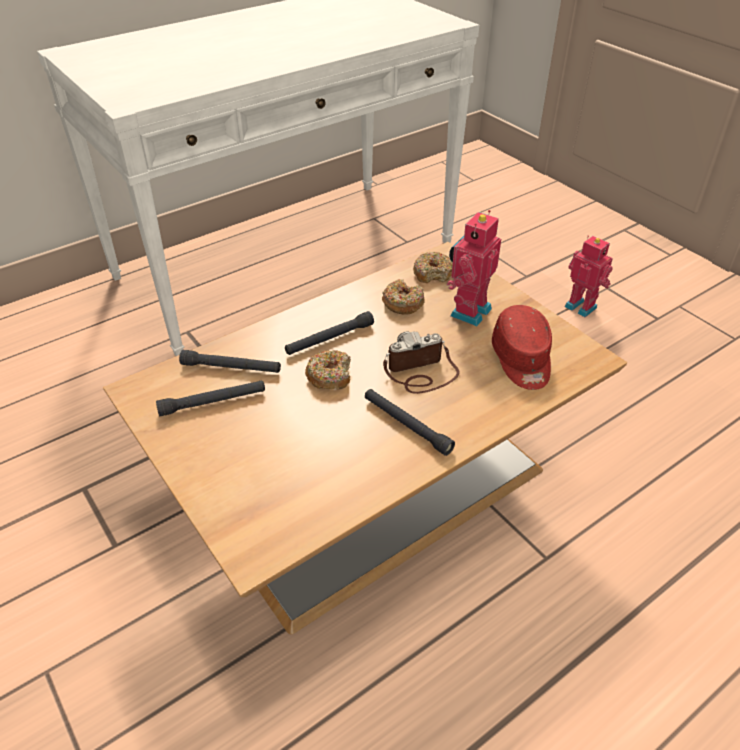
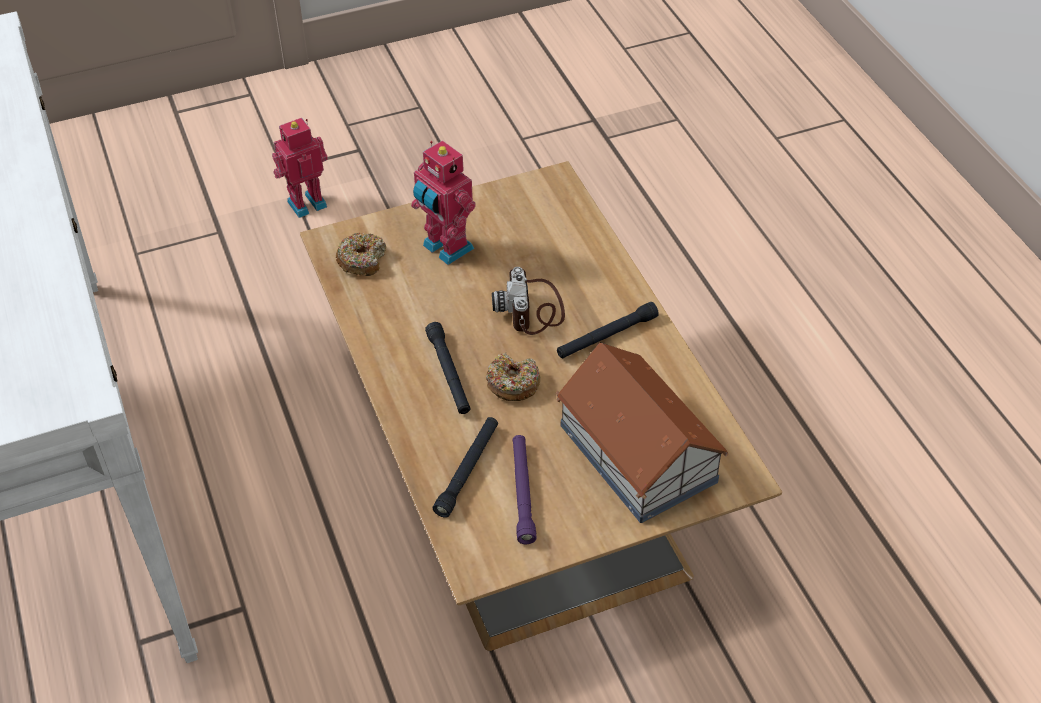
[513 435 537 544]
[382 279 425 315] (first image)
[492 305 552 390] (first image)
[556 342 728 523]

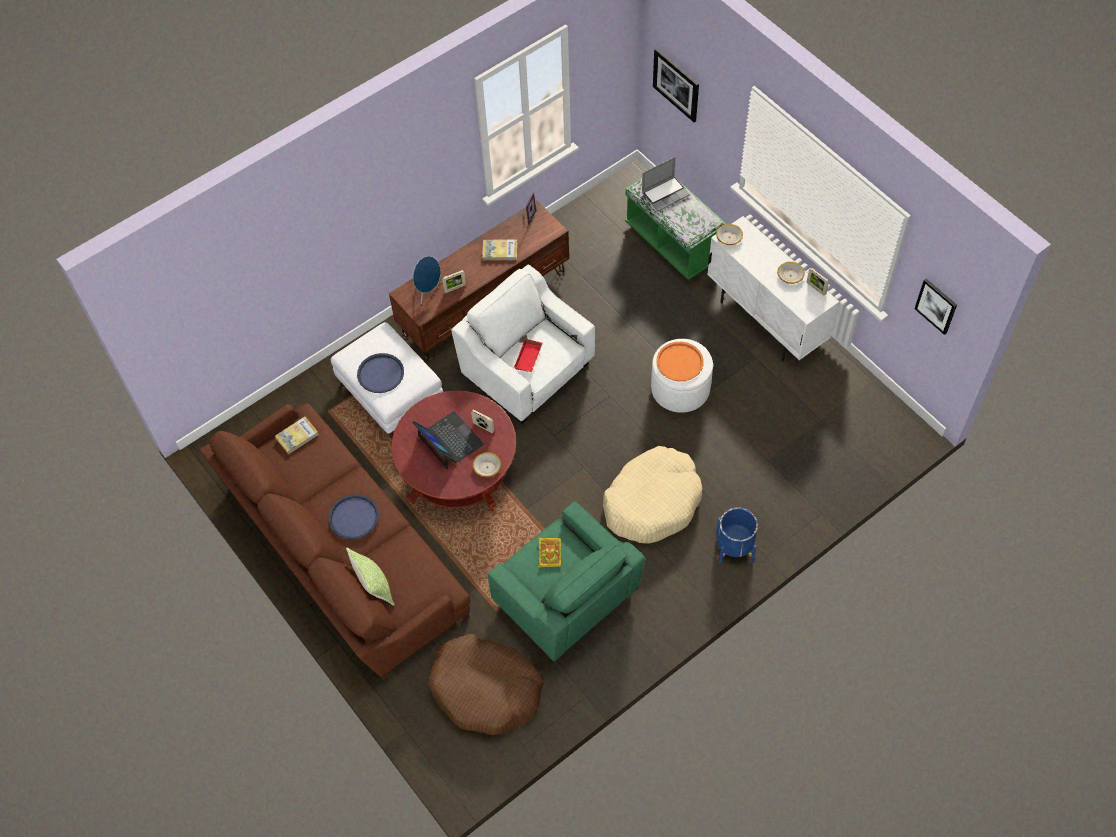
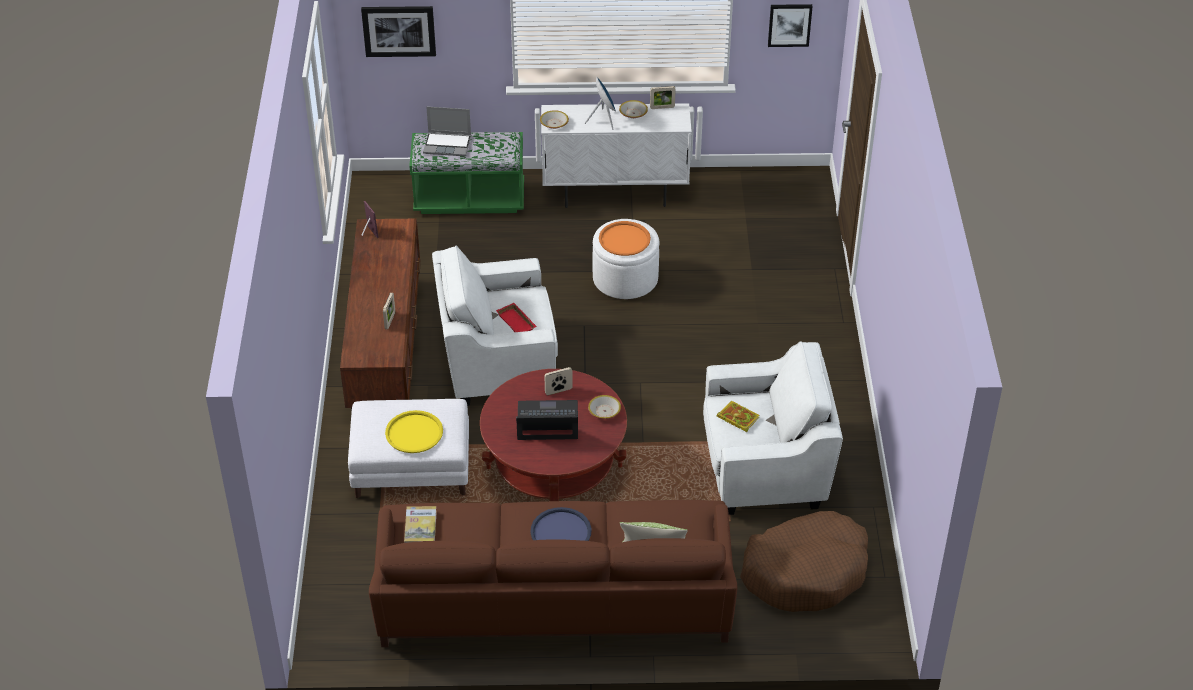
[385 410 443 453]
[585 77 616 130]
[482 239 517 260] (first image)
[703 341 843 515]
[603 446 702 544] (first image)
[423 106 471 156]
[716 507 758 564] (first image)

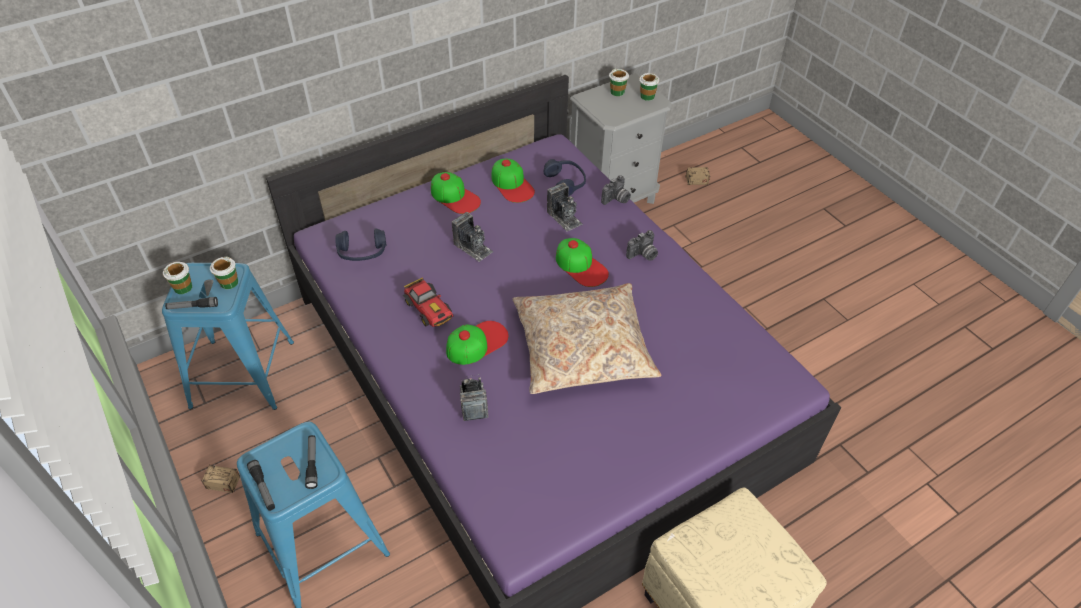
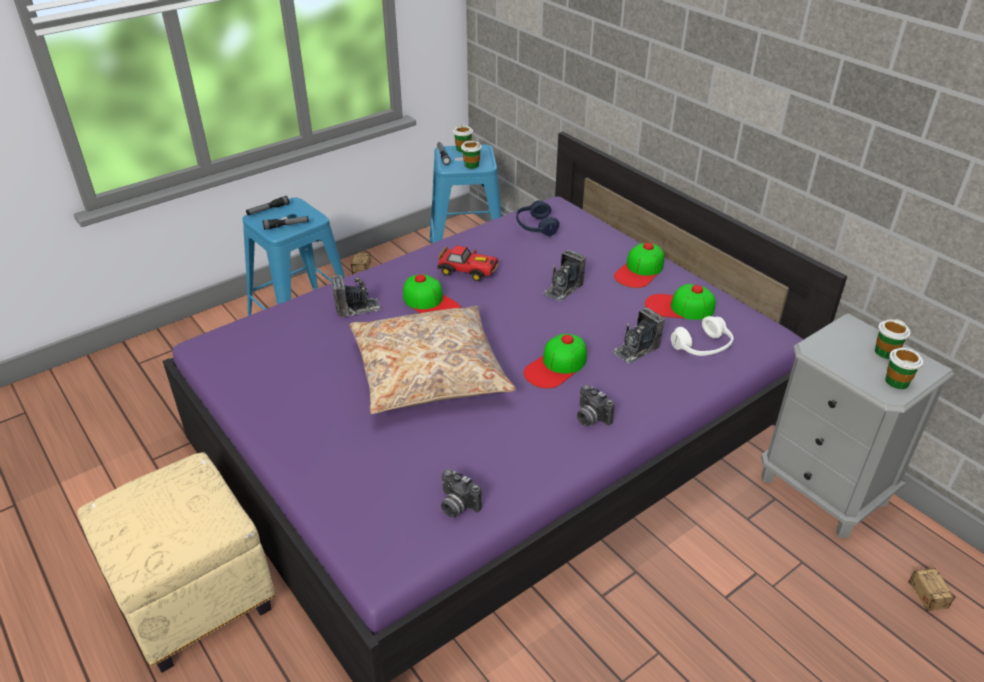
[437 245 498 281]
[645 284 716 320]
[671 316 734 356]
[441 469 482 517]

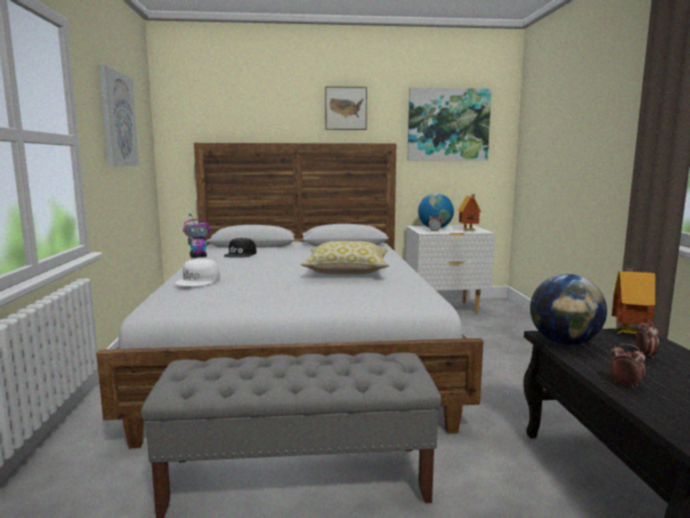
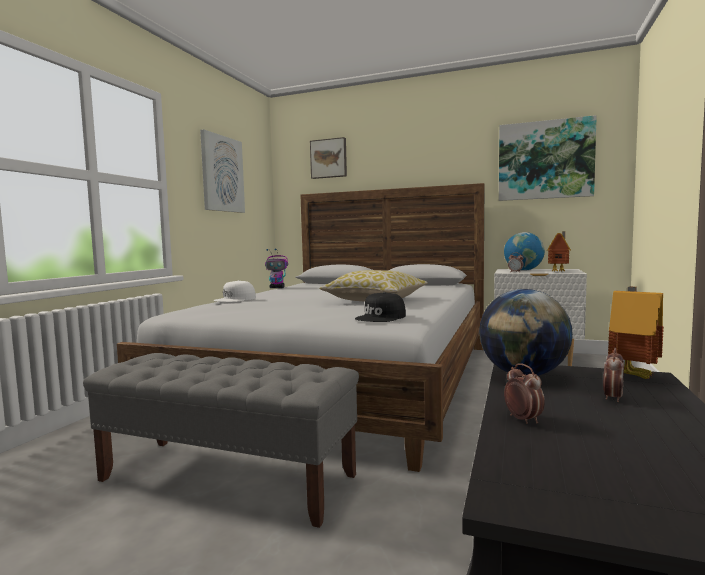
[355 292 406 322]
[310 137 347 179]

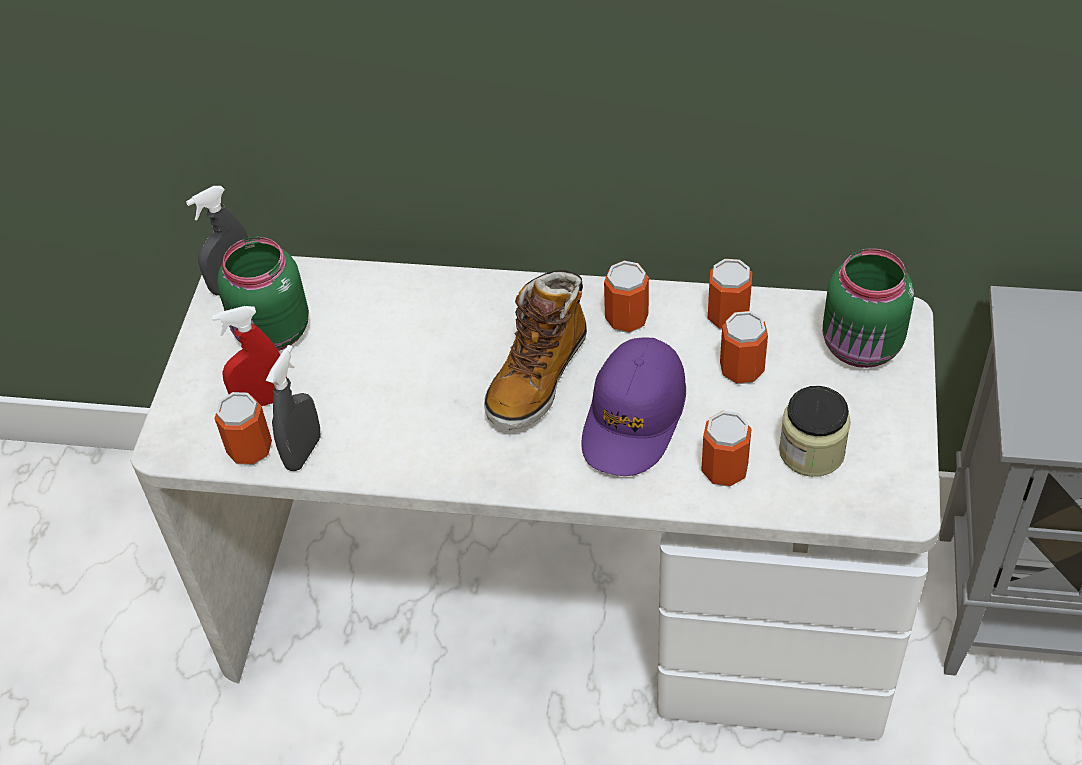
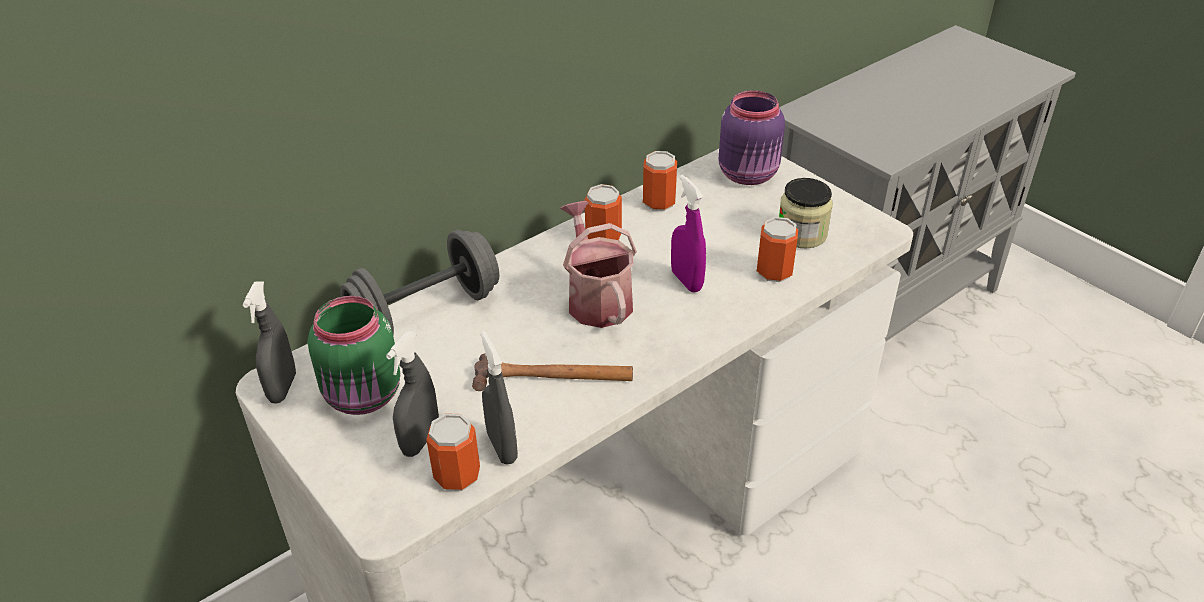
[386 331 439 457]
[560 201 637 328]
[671 174 706 292]
[720 311 768 384] (first image)
[719 90 785 185]
[340 230 499 335]
[472 353 633 391]

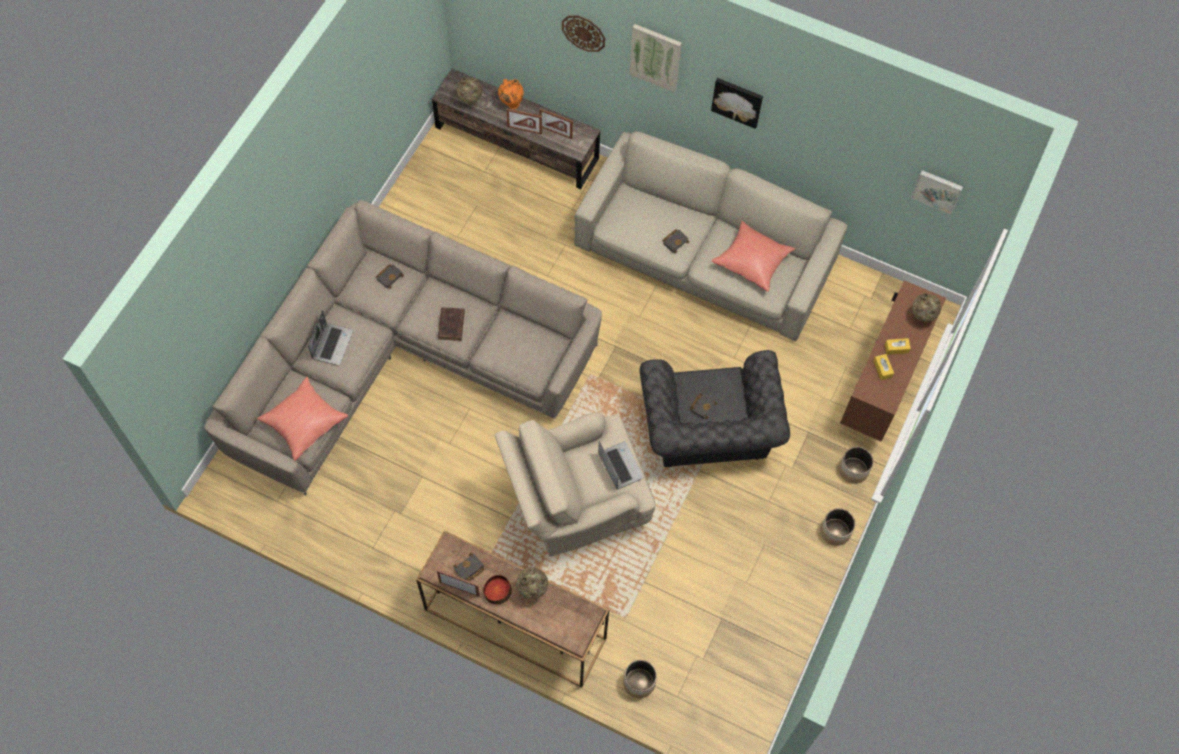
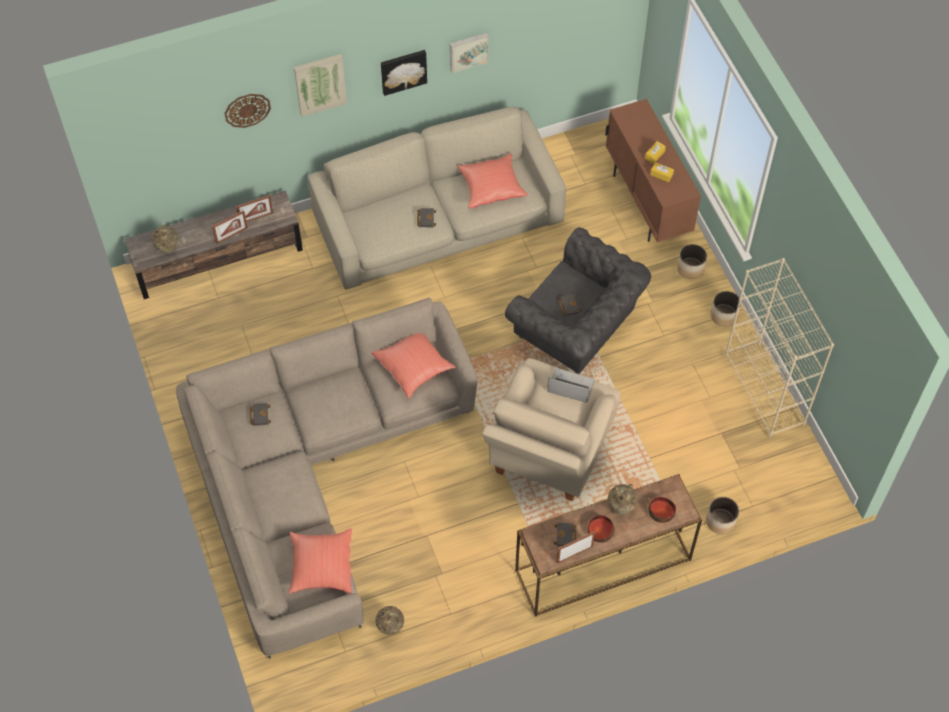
[308 310 353 366] (first image)
[438 307 465 341] (first image)
[498 79 524 109] (first image)
[450 33 489 73]
[375 606 404 635]
[372 333 456 398]
[648 497 676 523]
[725 258 834 438]

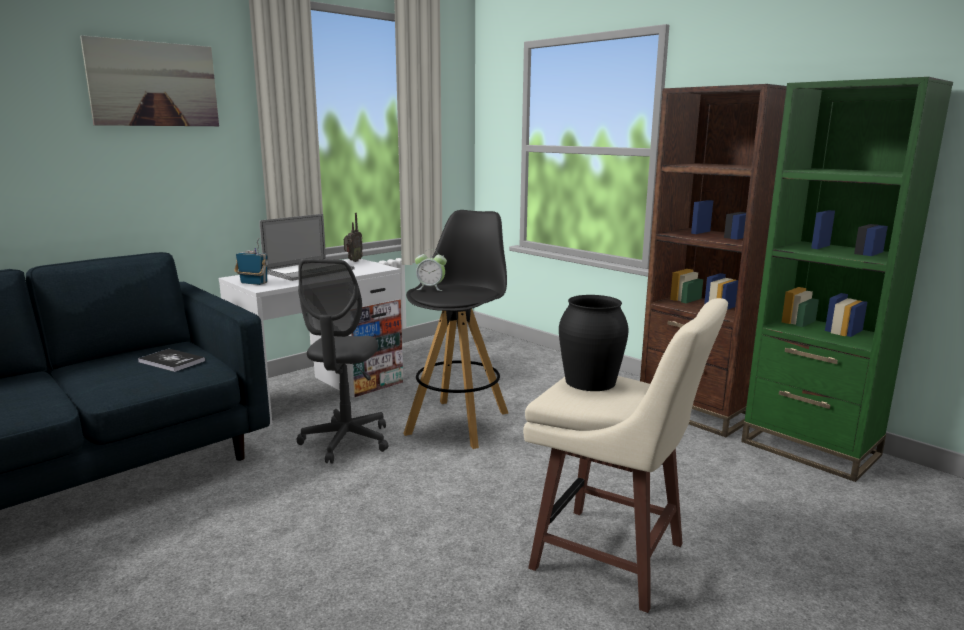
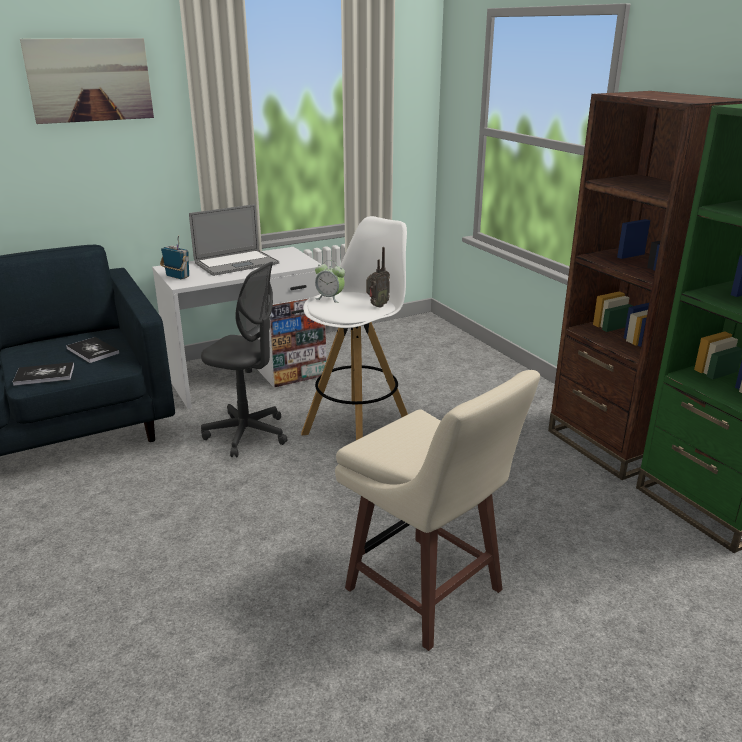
[201 262 287 457]
[366 247 390 308]
[301 216 408 440]
[559 295 629 391] (first image)
[13 362 74 386]

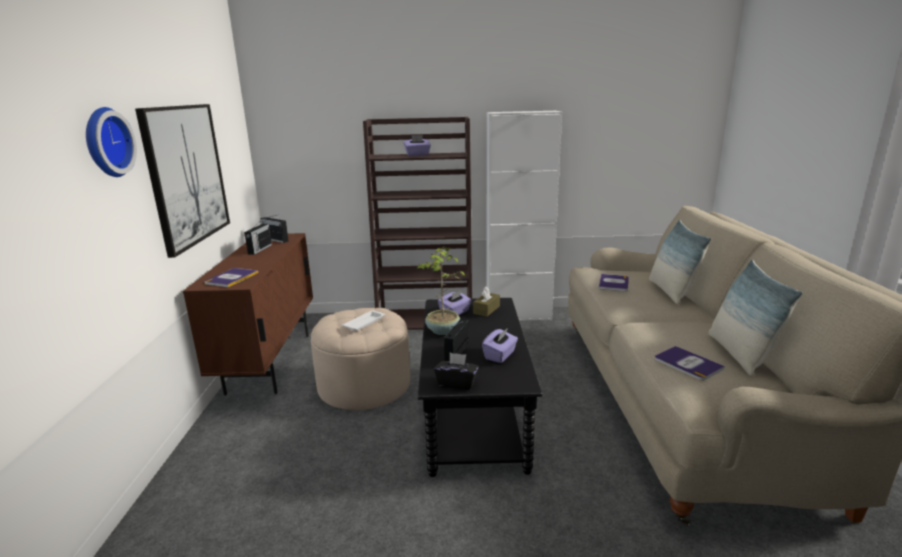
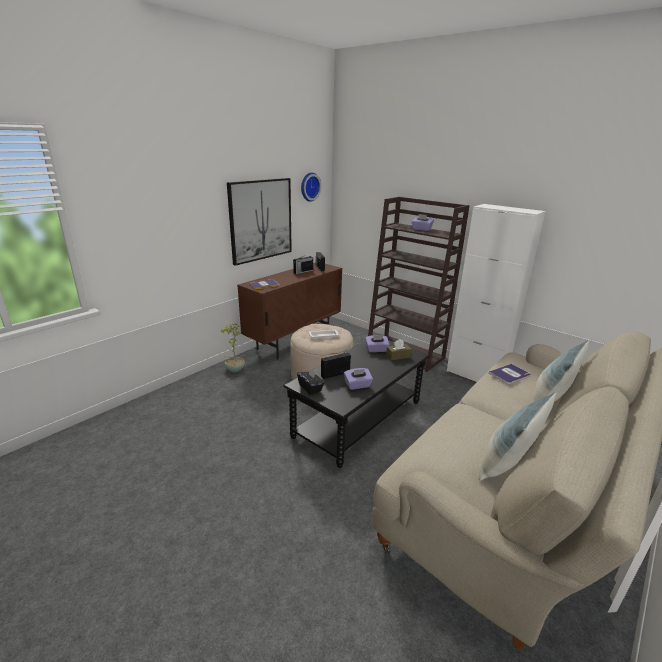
[301 172 321 202]
[220 323 245 372]
[655 346 725 381] (first image)

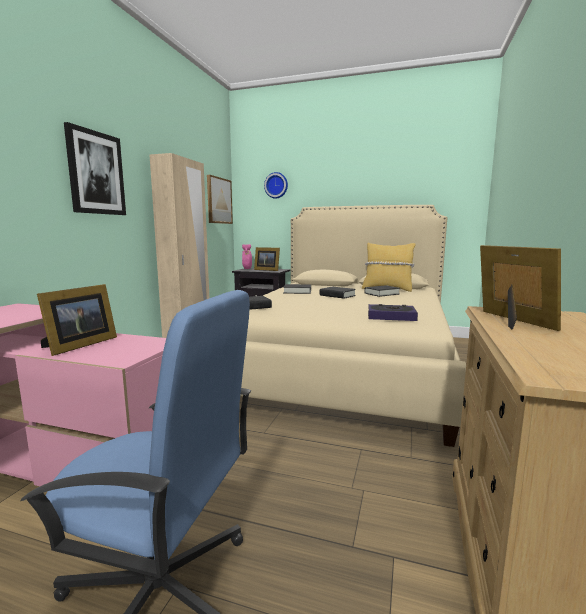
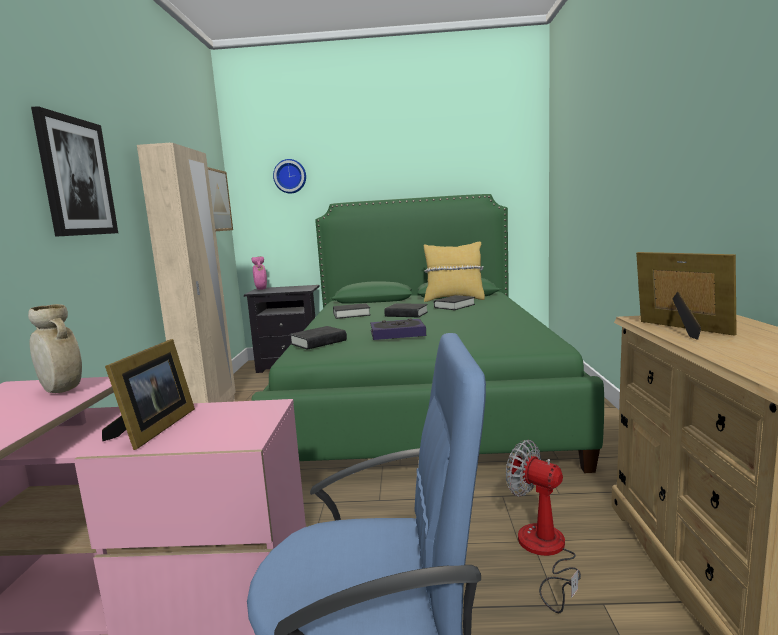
[252 194 604 473]
[254 247 280 271] (first image)
[370 318 426 340]
[28 304 82 393]
[506 440 581 613]

